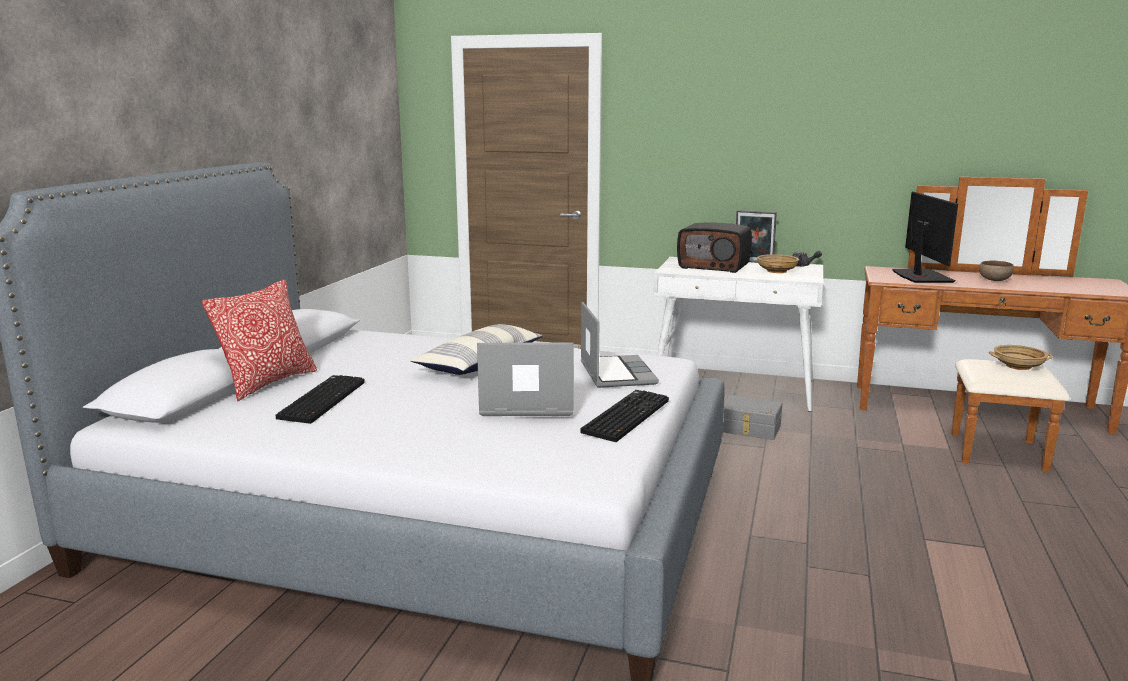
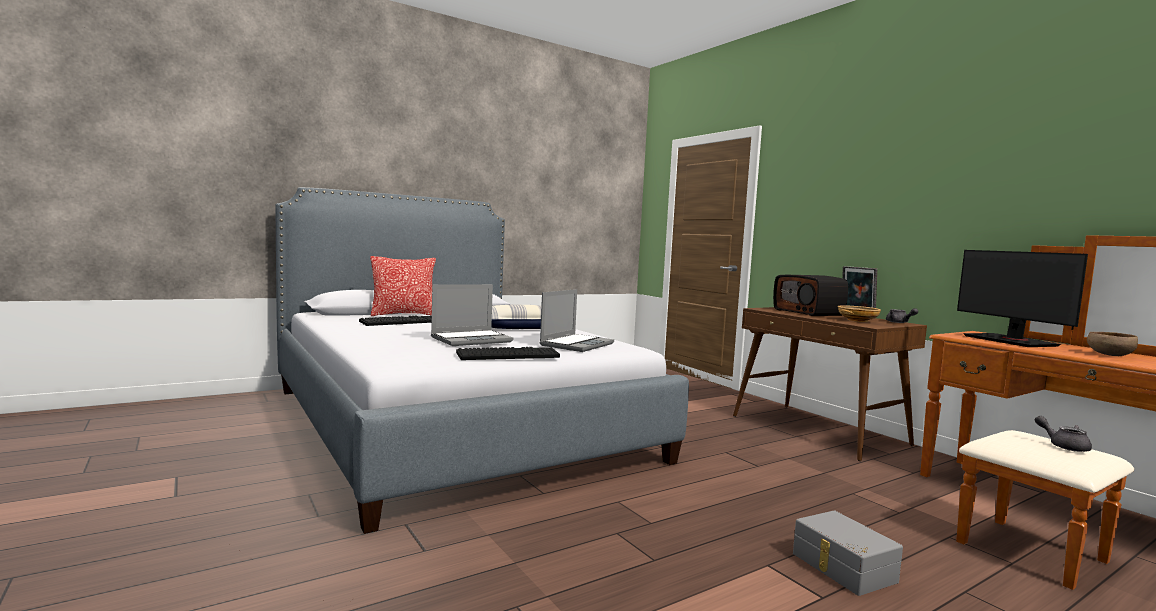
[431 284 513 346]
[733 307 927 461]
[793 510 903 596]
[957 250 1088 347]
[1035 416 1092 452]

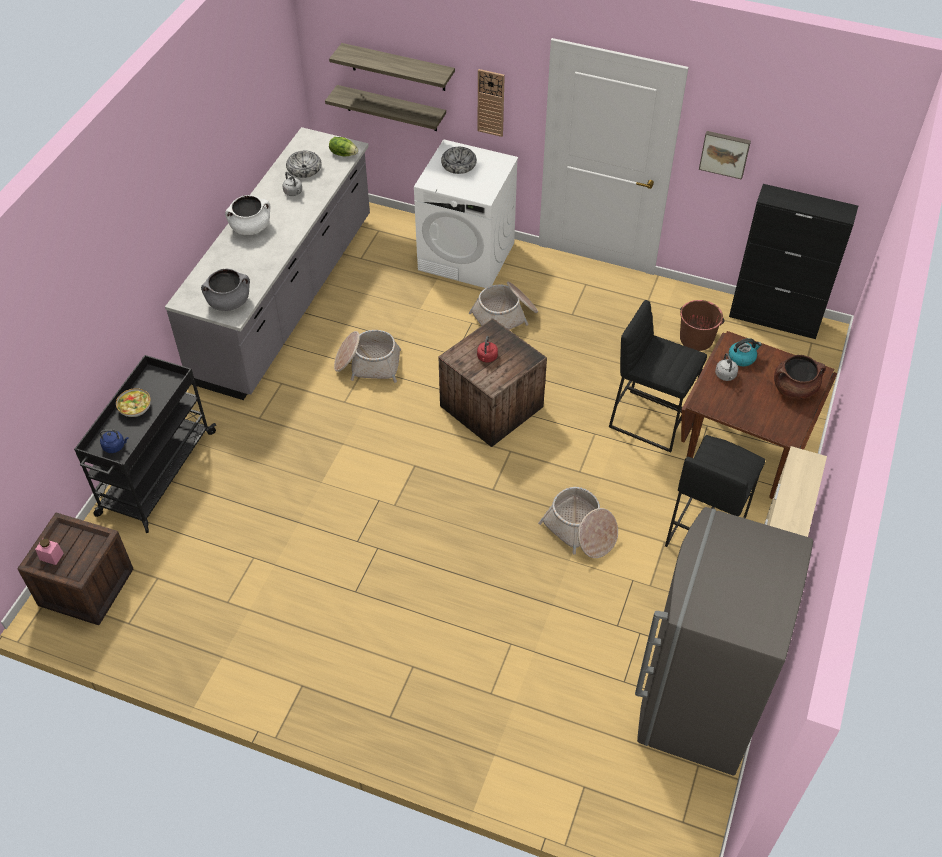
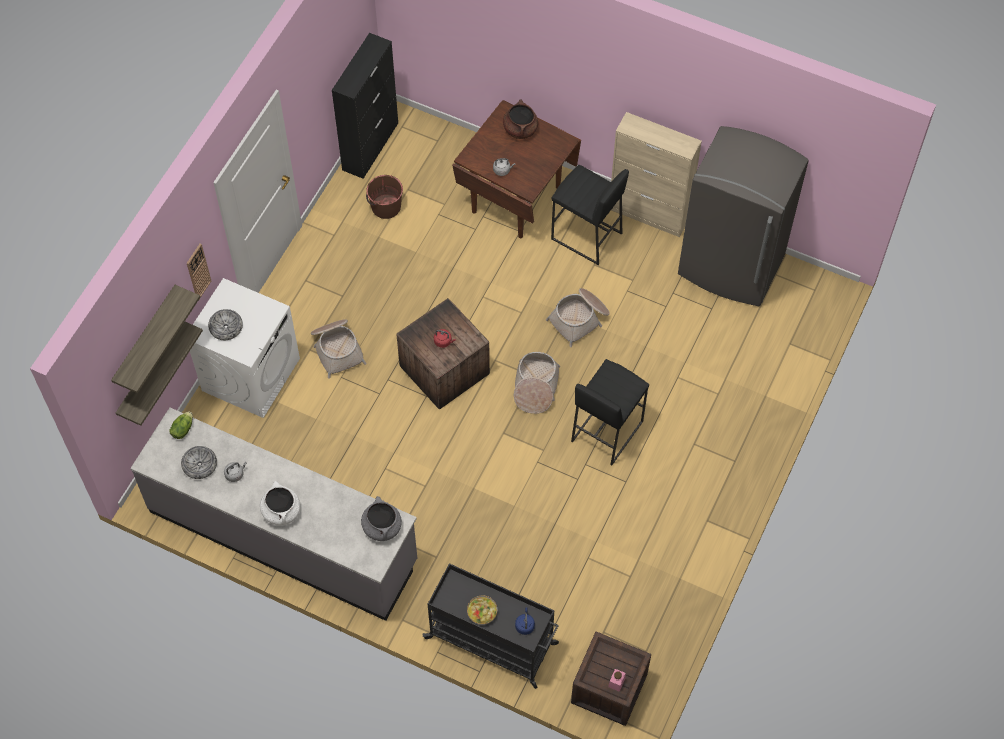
[514 352 560 414]
[571 359 649 465]
[699 131 751 180] (first image)
[729 338 762 366] (first image)

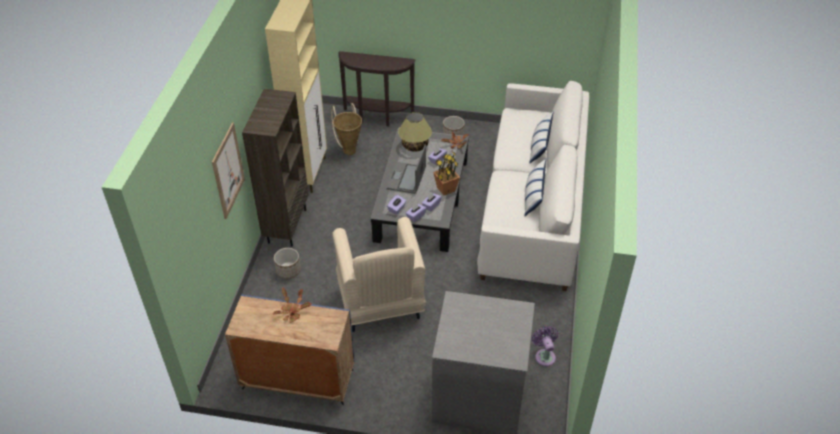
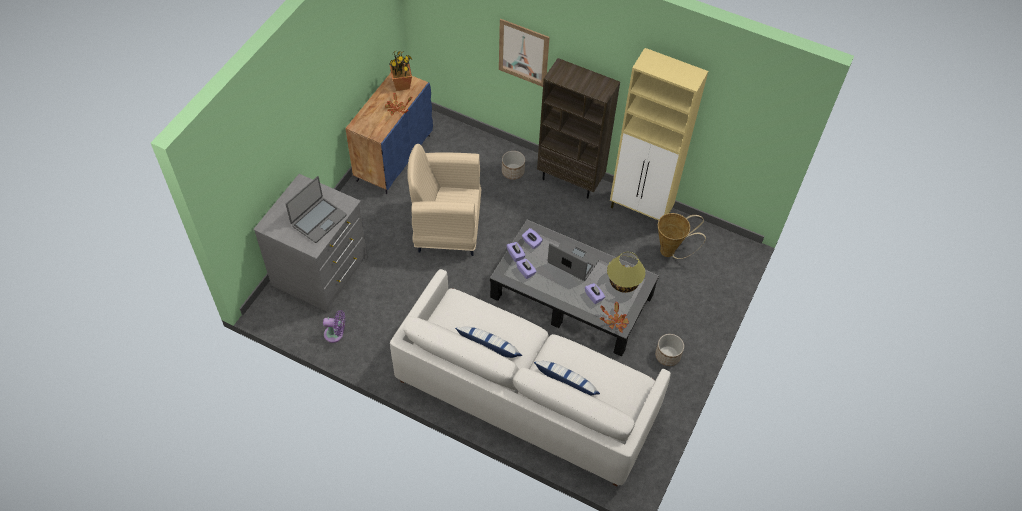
[338 51 416 126] (first image)
[389 50 412 91]
[286 176 347 243]

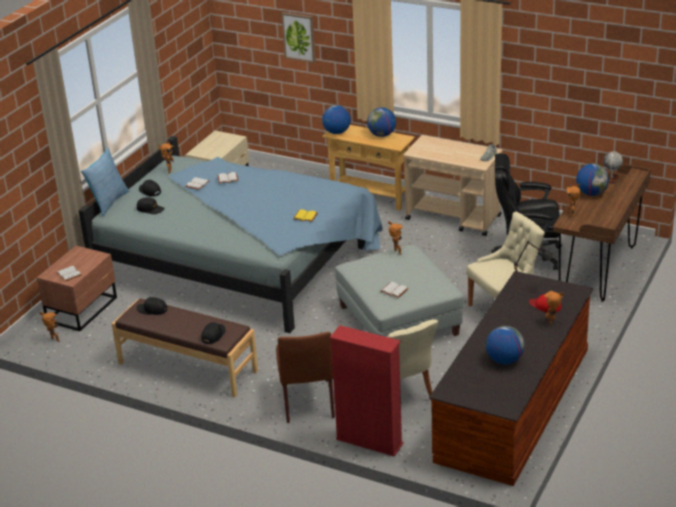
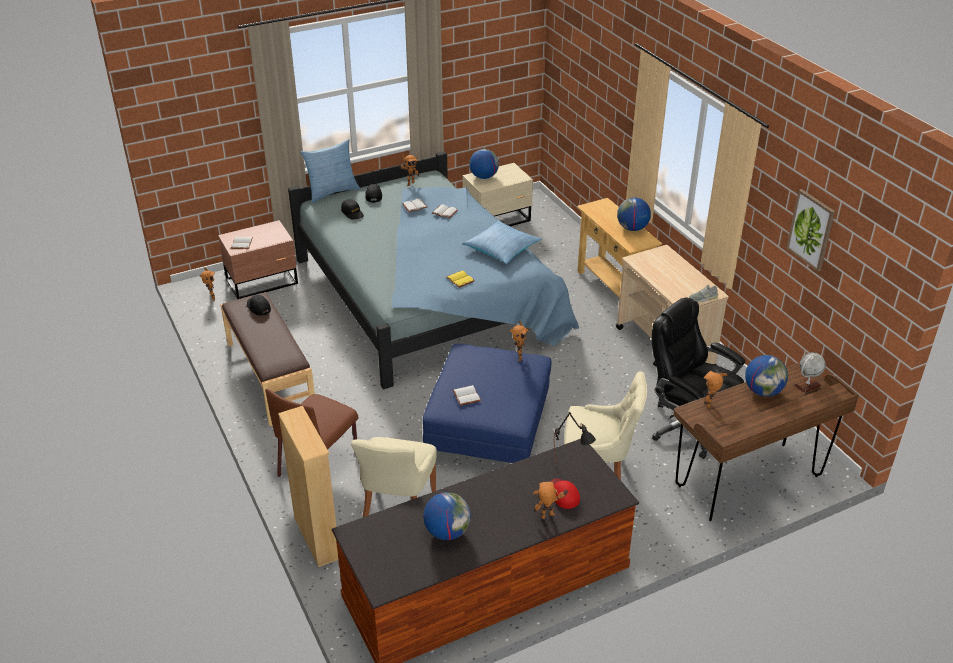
[201 322 226 344] (first image)
[786 189 835 271]
[469 149 499 179]
[278 406 338 567]
[423 344 552 463]
[462 220 542 264]

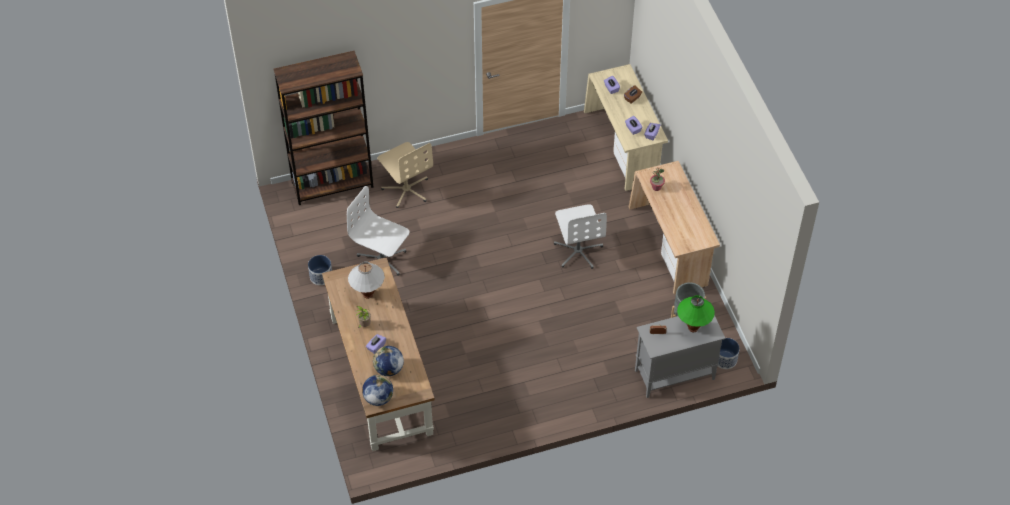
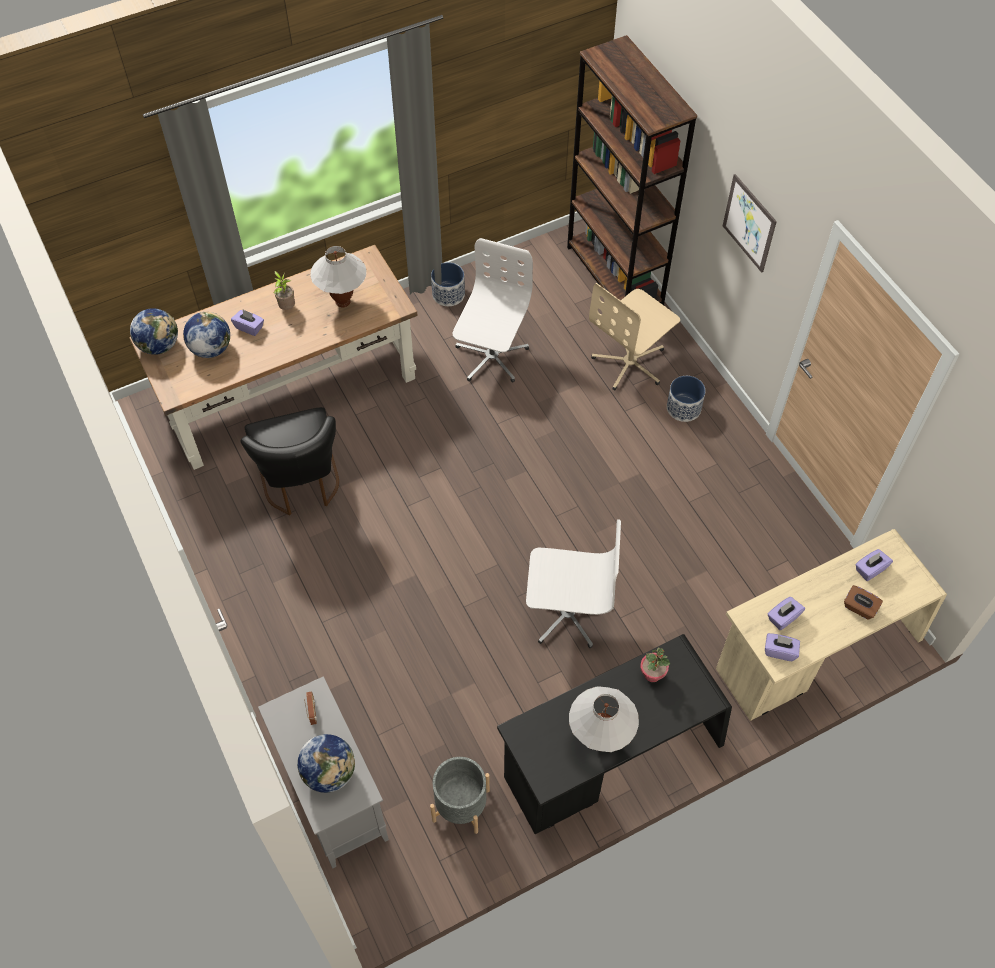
[526 519 621 648]
[497 634 732 834]
[297 734 355 793]
[667 376 706 422]
[241 407 339 515]
[569 686 639 752]
[723 174 777 273]

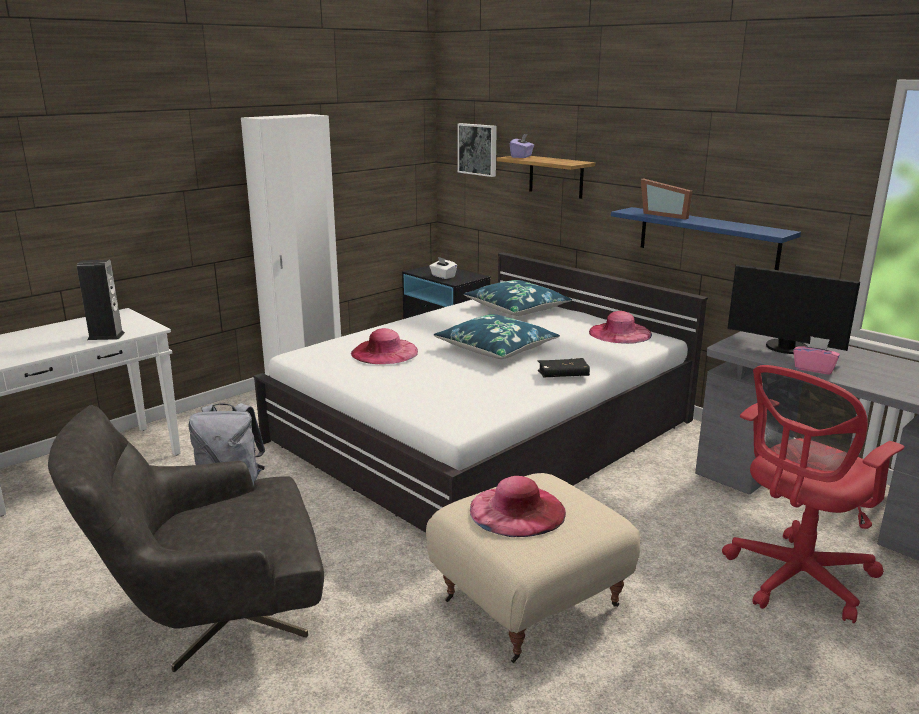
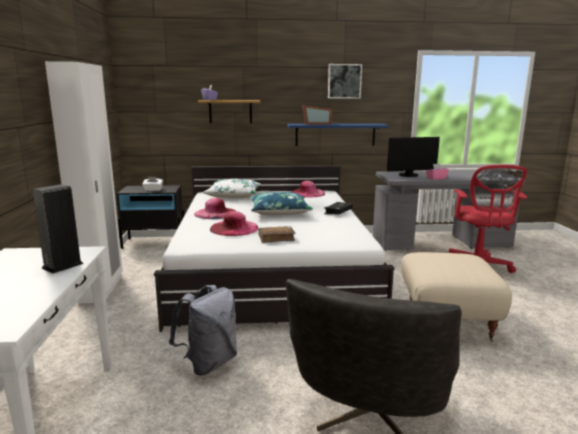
[328 64 362 99]
[203 179 261 198]
[194 198 236 219]
[258 226 296 243]

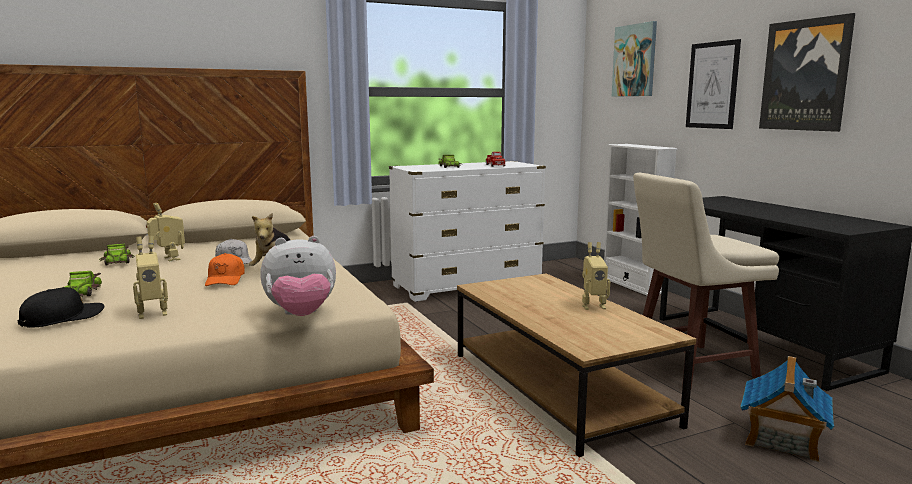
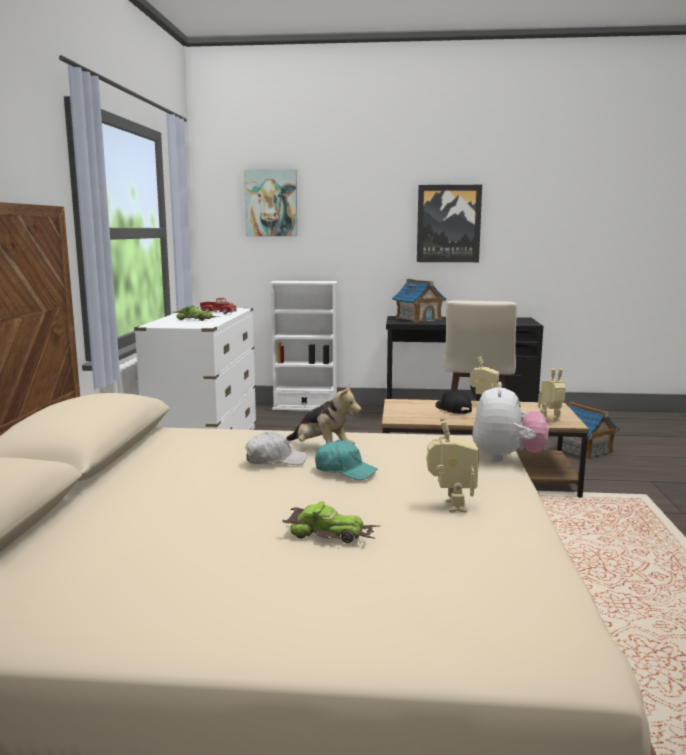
[436 390 472 414]
[99 244 134 265] (first image)
[538 368 566 421]
[315 440 378 480]
[686 39 741 129] (first image)
[392 279 446 322]

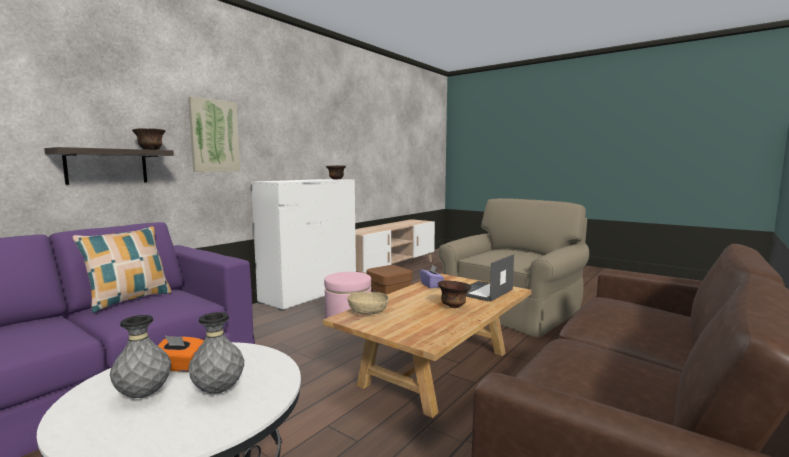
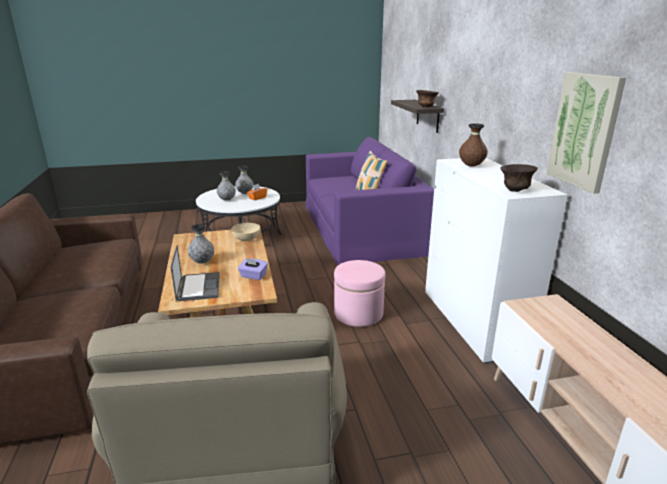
[547 72 626 194]
[366 265 413 295] (first image)
[188 224 214 264]
[459 123 488 167]

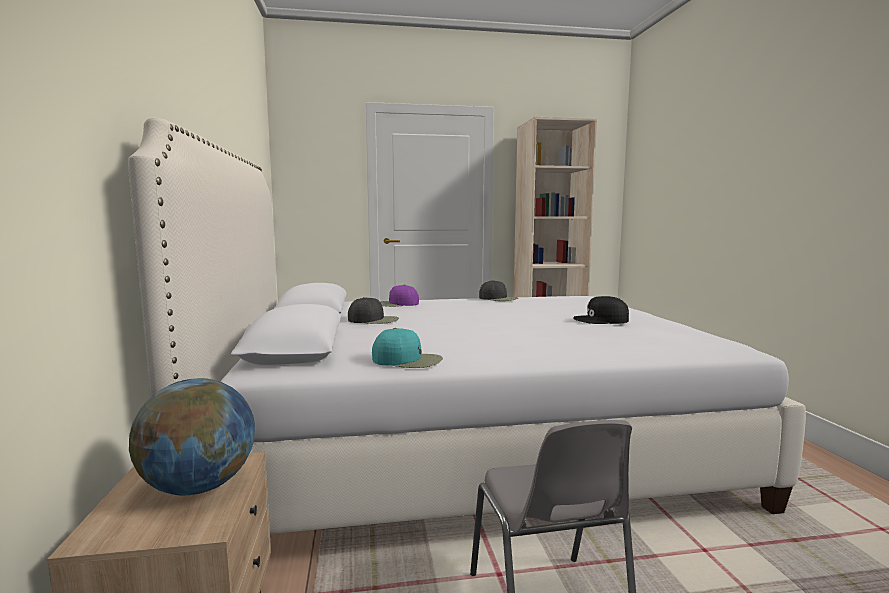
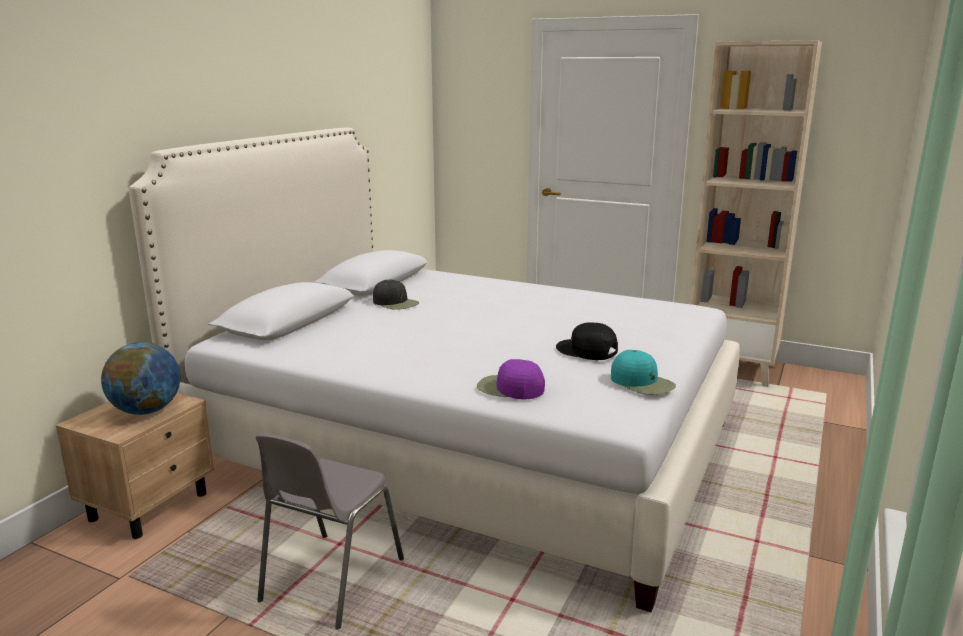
[611 350 676 395]
[477 359 545 400]
[479 280 518 301] (first image)

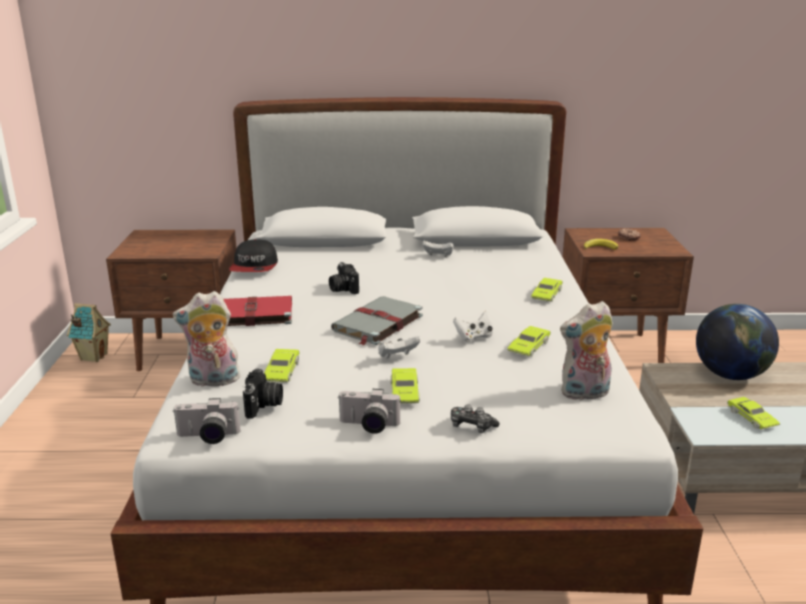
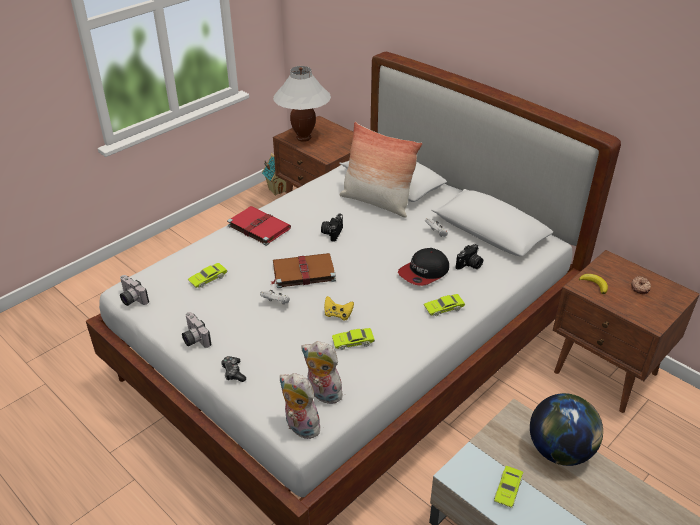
[280 373 325 439]
[398 248 449 286]
[456 244 483 270]
[271 253 336 288]
[391 368 420 403] (first image)
[324 296 354 320]
[273 66 331 142]
[339 122 422 218]

